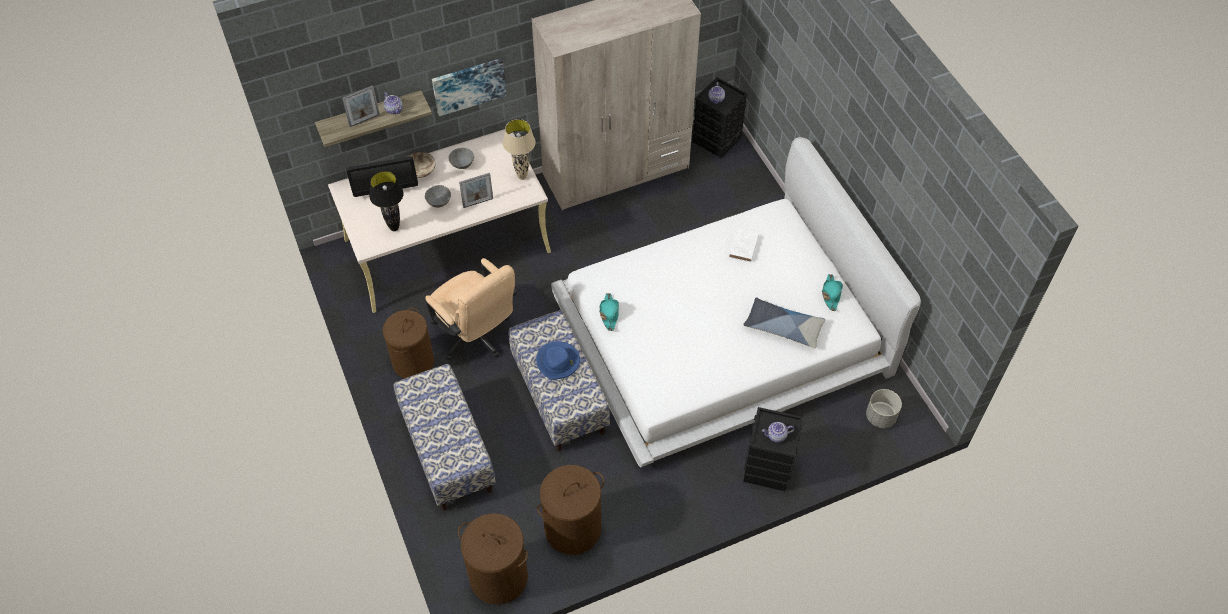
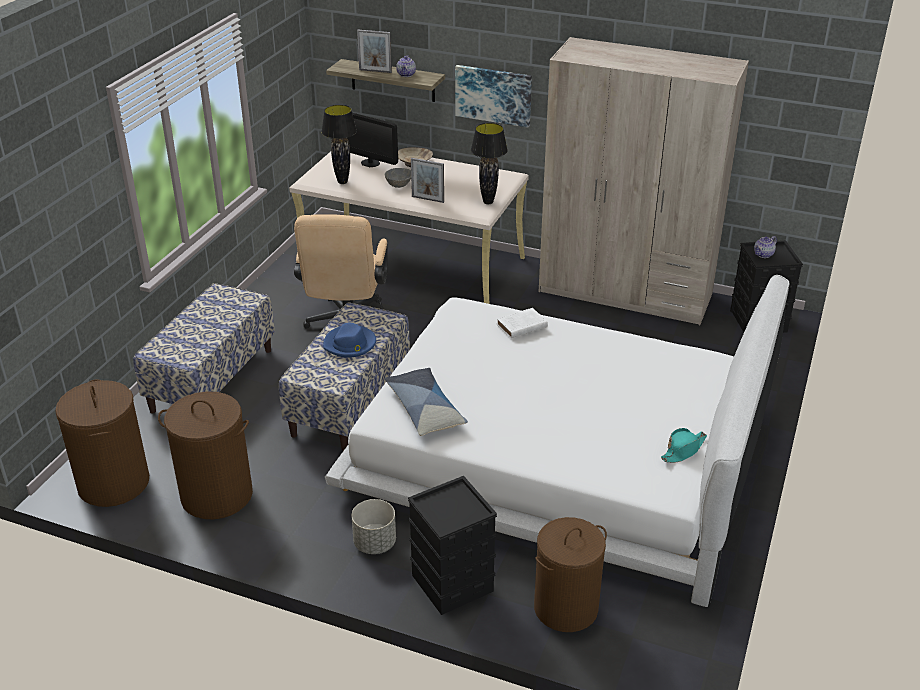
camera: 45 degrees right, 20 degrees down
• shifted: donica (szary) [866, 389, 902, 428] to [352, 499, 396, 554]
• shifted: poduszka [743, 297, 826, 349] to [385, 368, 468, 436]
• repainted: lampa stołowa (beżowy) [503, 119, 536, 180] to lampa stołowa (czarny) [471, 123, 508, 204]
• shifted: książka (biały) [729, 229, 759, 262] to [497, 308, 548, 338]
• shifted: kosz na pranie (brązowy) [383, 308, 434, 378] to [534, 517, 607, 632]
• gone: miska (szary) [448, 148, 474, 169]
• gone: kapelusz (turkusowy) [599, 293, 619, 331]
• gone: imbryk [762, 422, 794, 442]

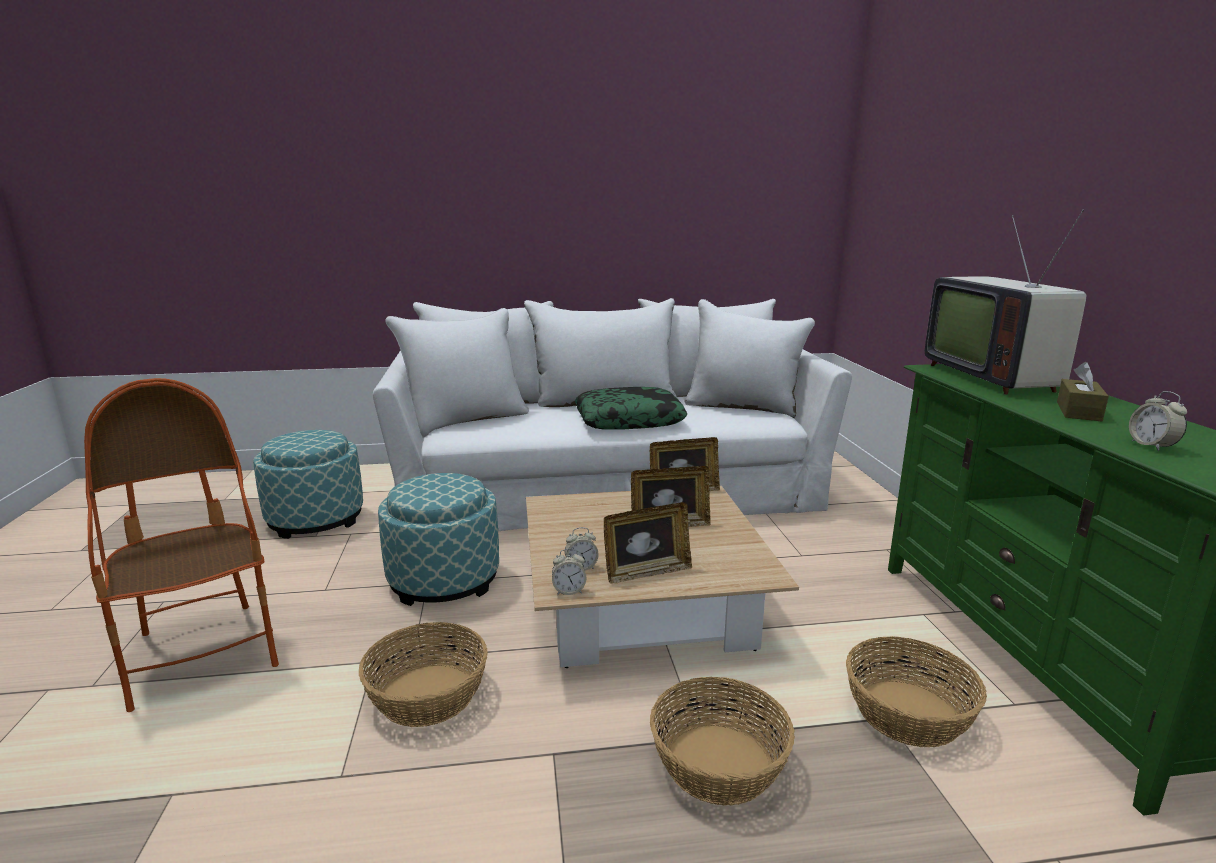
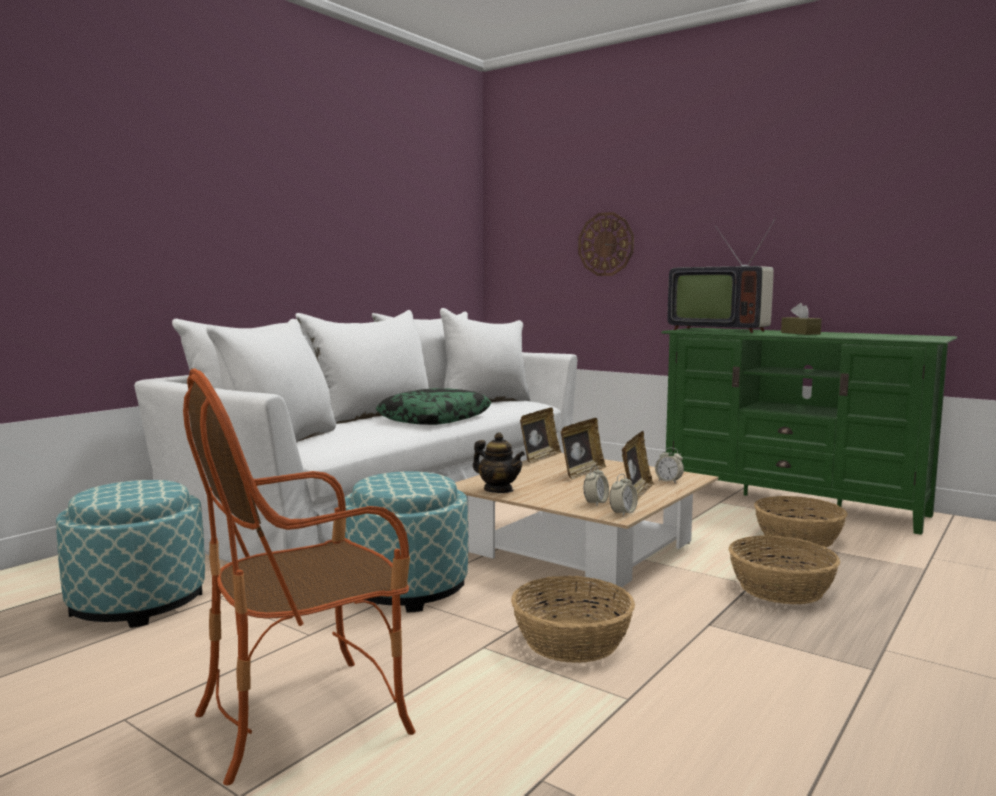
camera: 45 degrees left, 10 degrees down
• rotated: fotel [84, 378, 279, 712] = [183, 368, 416, 786] 45 degrees counterclockwise
• new: imbryk [473, 432, 525, 493]
• new: zegar ścienny [578, 212, 634, 276]
• shifted: budzik [1129, 391, 1187, 451] to [655, 448, 684, 483]

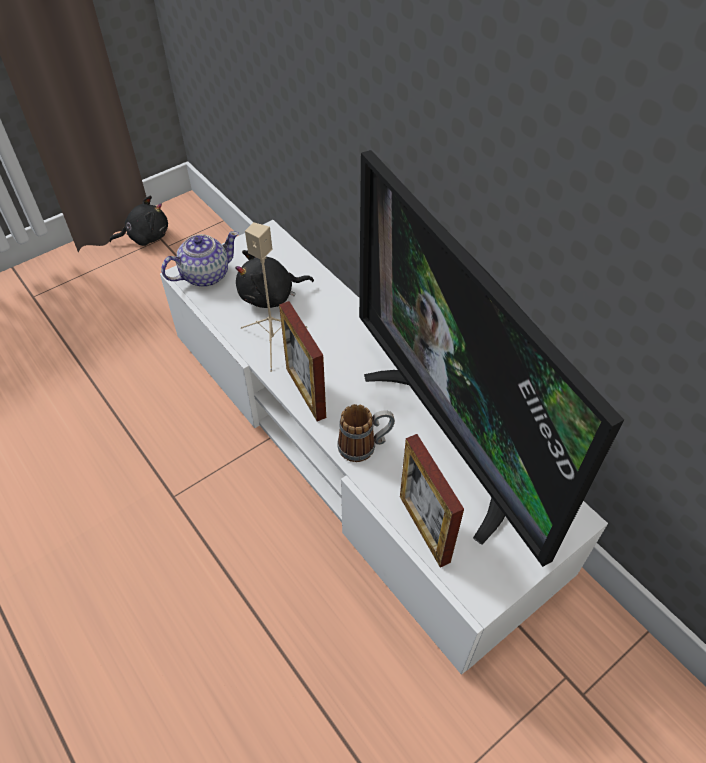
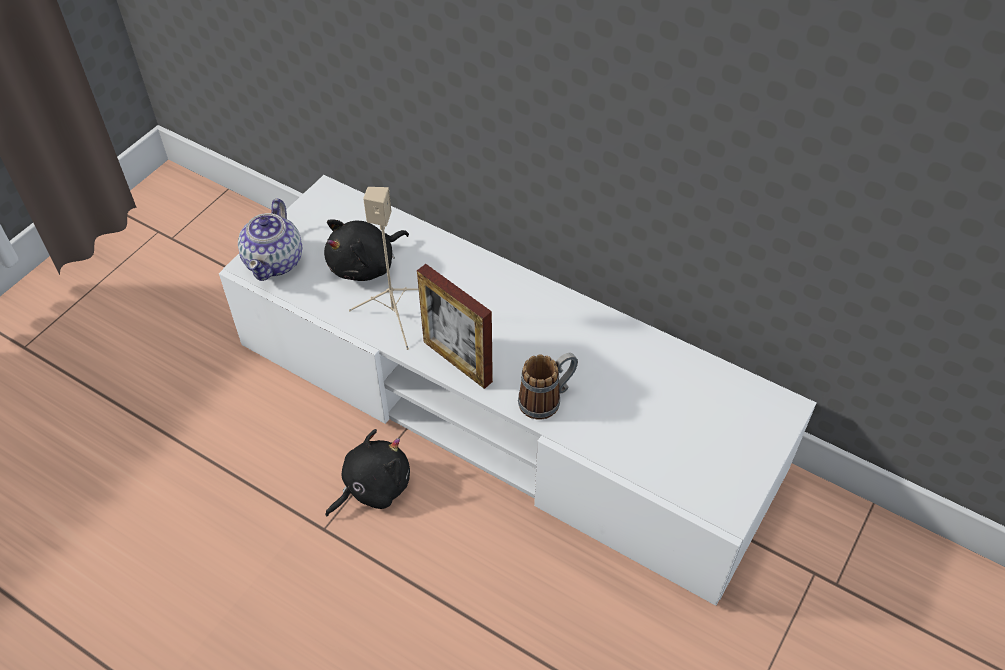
camera: 20 degrees left, 0 degrees up
• rotated: imbryk [161, 231, 239, 287] = [238, 199, 302, 281] 150 degrees clockwise
• shifted: pluszak (czarny) [109, 195, 168, 246] to [325, 429, 410, 517]
• gone: telewizor [359, 150, 624, 567]
• gone: ramka na zdjęcie [400, 434, 464, 567]

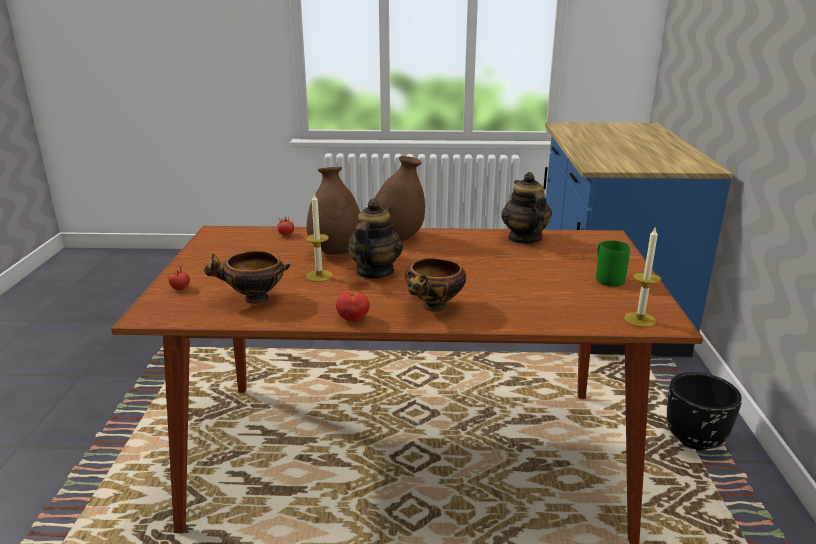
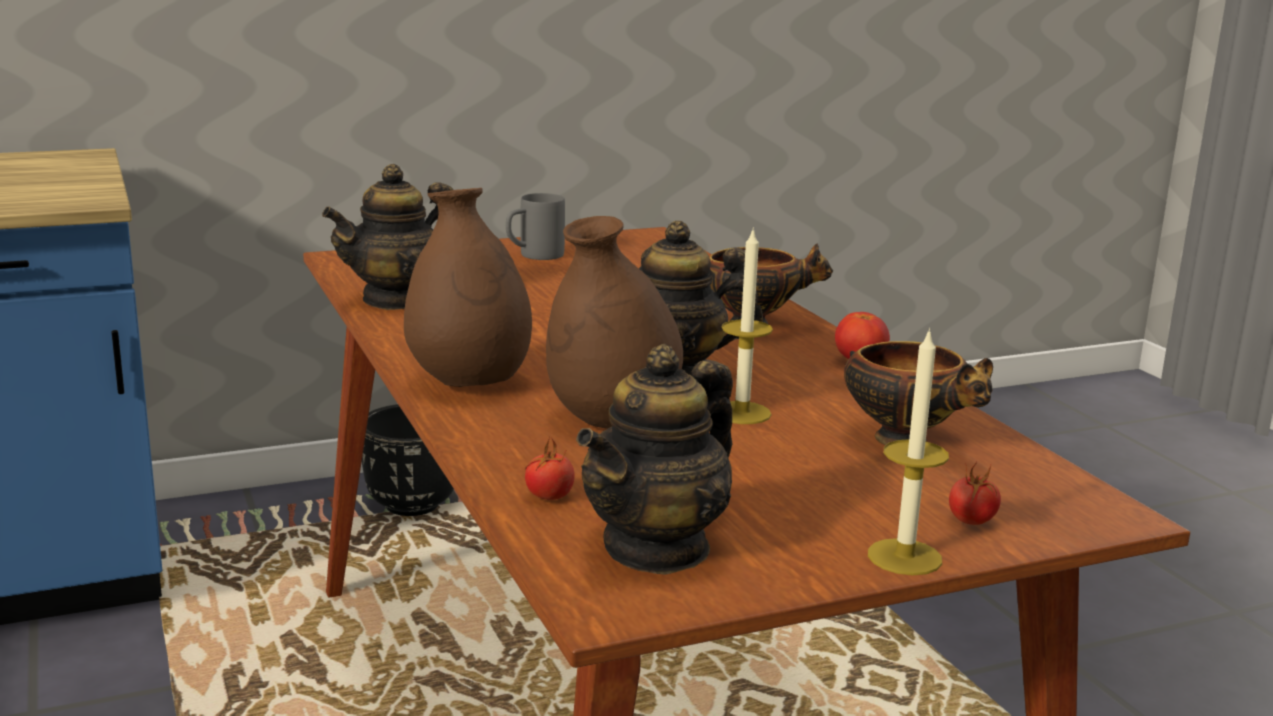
camera: 115 degrees left, 5 degrees down
• repainted: kubek (zielony) [596, 240, 630, 287] to kubek (szary) [506, 193, 565, 260]
• new: imbryk [576, 344, 733, 575]
• shifted: świeca [624, 228, 661, 327] to [868, 328, 949, 575]

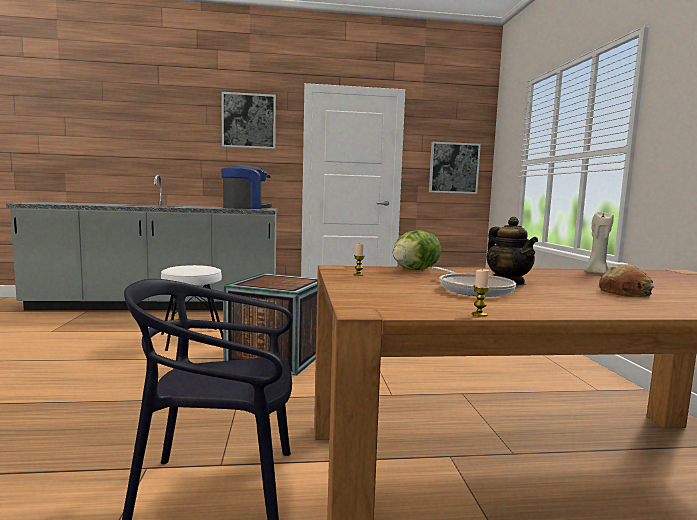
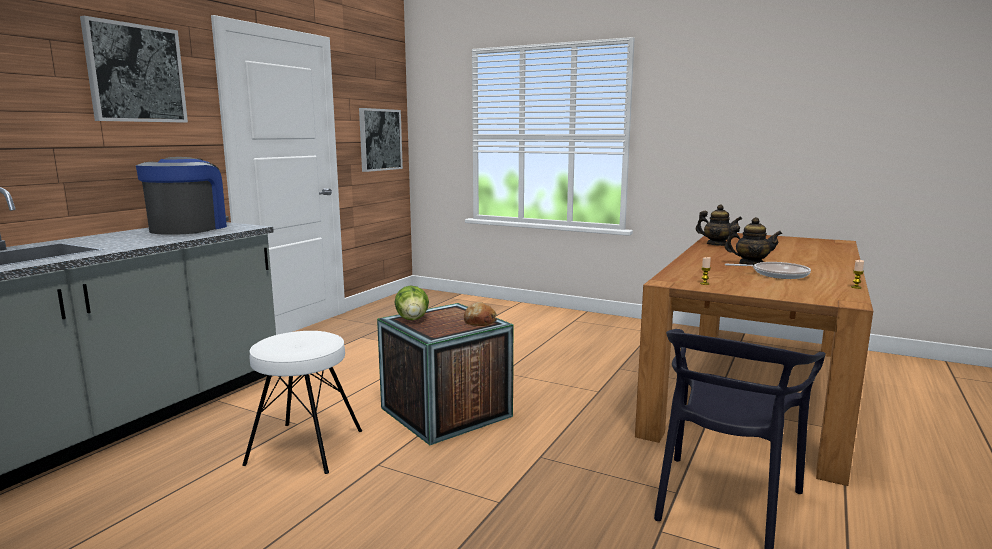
camera: 55 degrees left, 5 degrees up
• shifted: sałata [393, 230, 441, 270] to [394, 286, 429, 320]
• shifted: chleb [599, 264, 654, 297] to [464, 302, 497, 326]
• swapped: świeca (beżowy) [585, 212, 614, 274] to imbryk [696, 205, 742, 246]

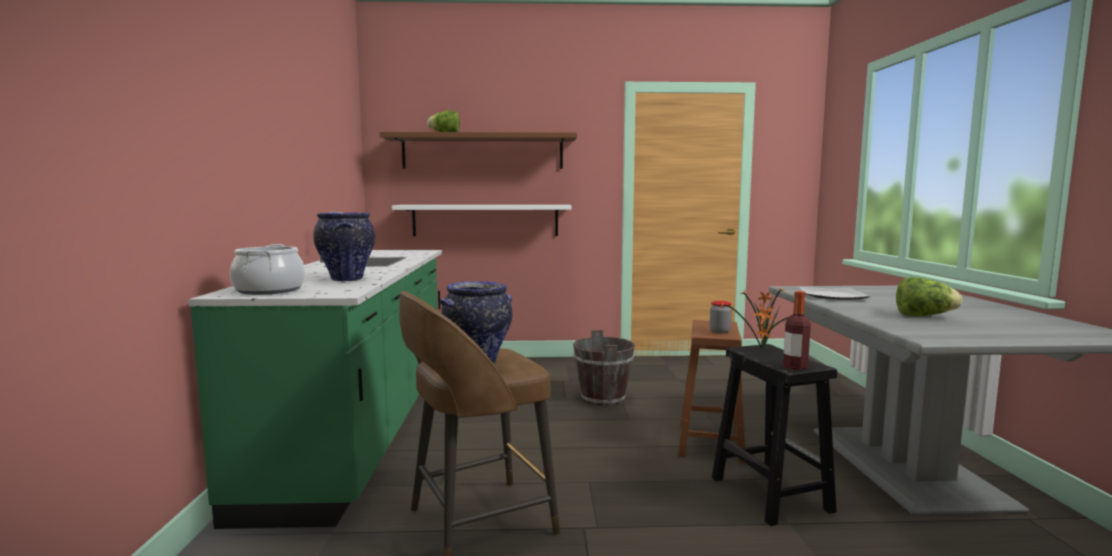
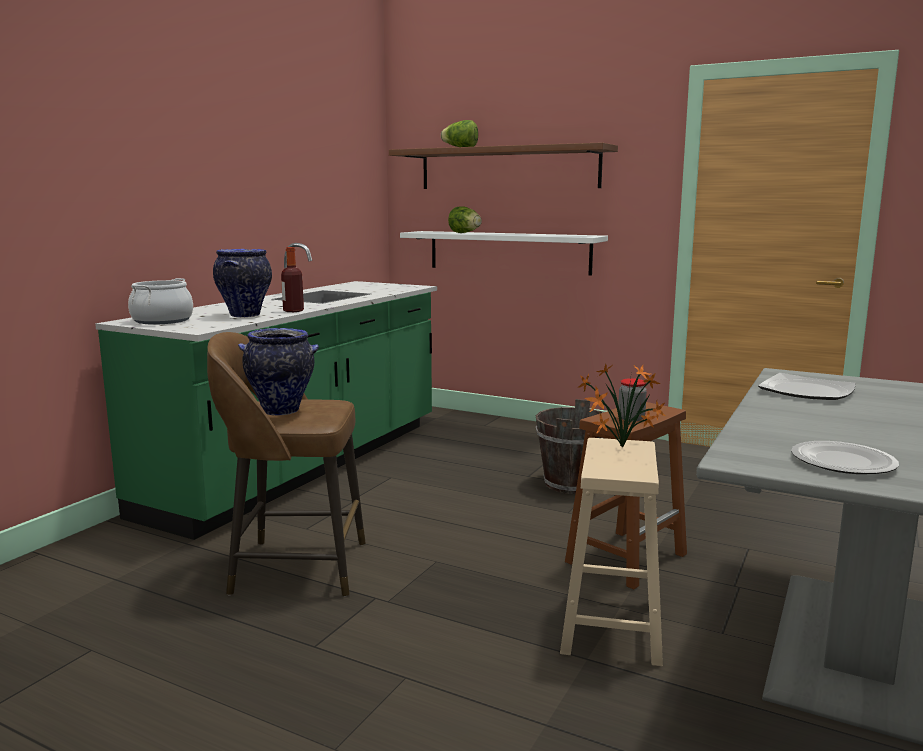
camera: 30 degrees right, 5 degrees up
• shifted: butelka [783, 291, 811, 370] to [281, 247, 304, 312]
• shifted: sałata [896, 277, 962, 317] to [448, 206, 482, 233]
• repainted: stołek (czarny) [712, 344, 837, 526] to stołek (beżowy) [560, 438, 663, 666]
• new: talerz [791, 441, 899, 474]

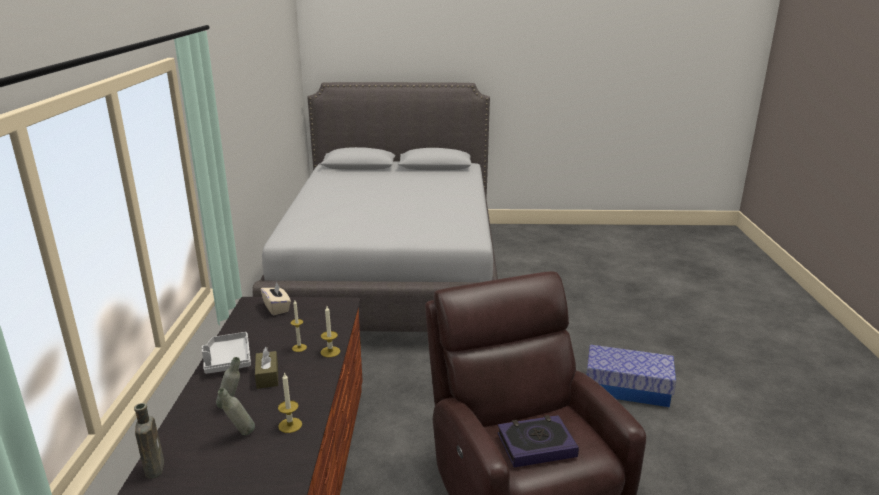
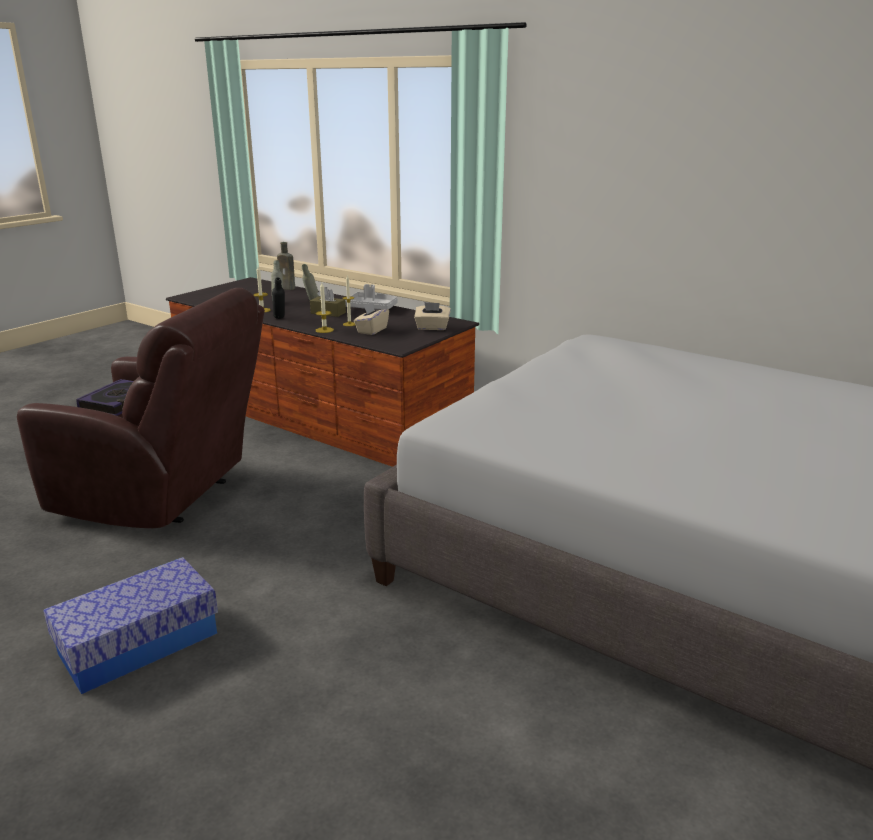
camera: 125 degrees right, 0 degrees up
• new: butelka (czarny) [272, 277, 285, 319]
• new: pudełko chusteczek (beżowy) [354, 302, 389, 335]

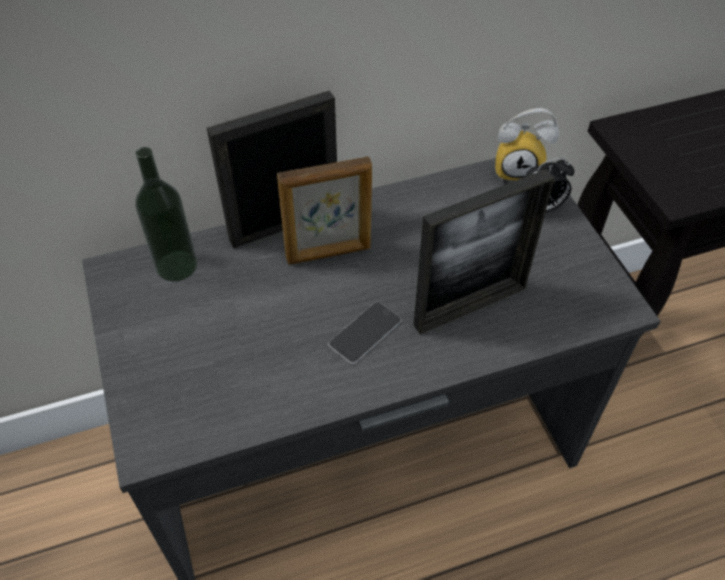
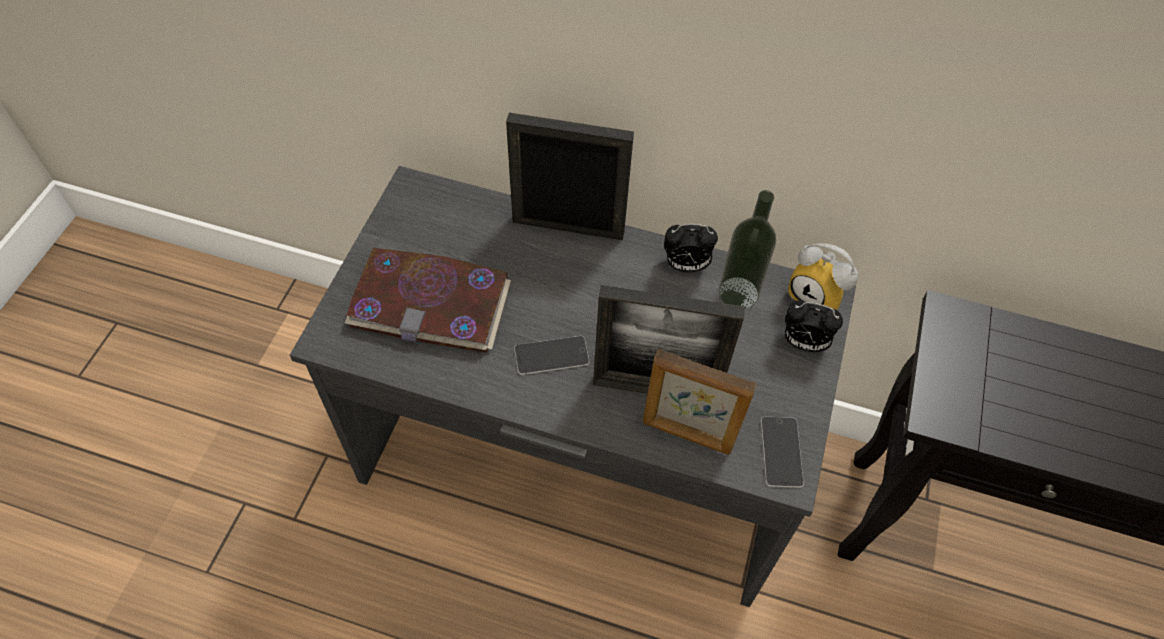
camera: 35 degrees right, 5 degrees up
• new: książka [345, 248, 511, 353]
• shifted: ramka na zdjęcie [277, 157, 372, 265] to [643, 349, 757, 455]
• new: budzik [664, 224, 718, 272]
• shifted: butelka [135, 147, 197, 282] to [719, 190, 776, 309]
• new: telefon [761, 417, 804, 488]

